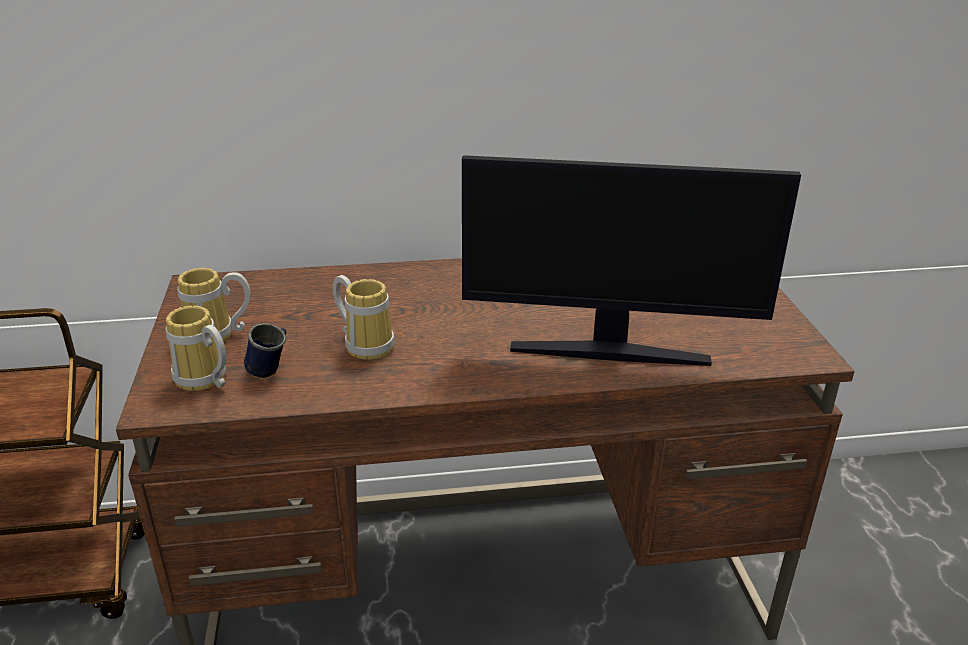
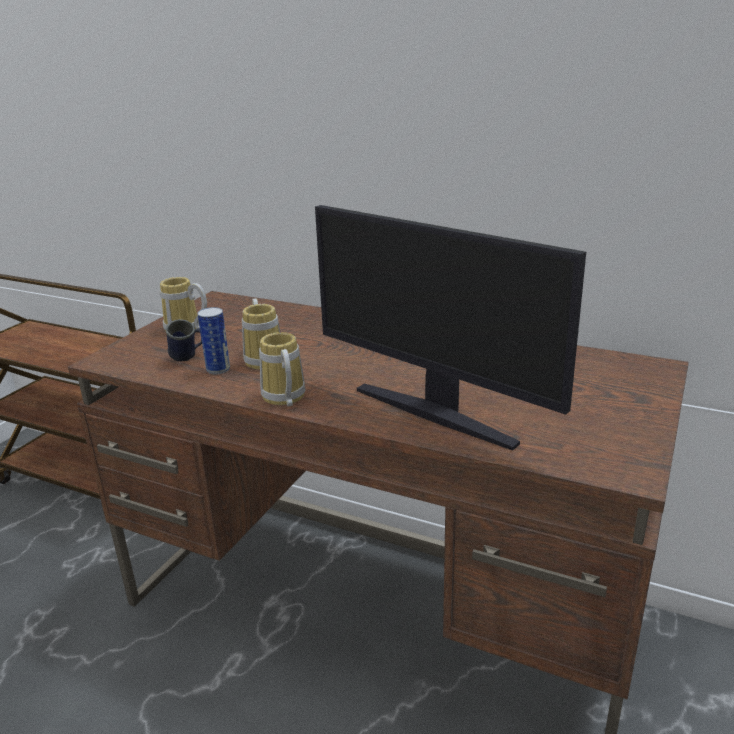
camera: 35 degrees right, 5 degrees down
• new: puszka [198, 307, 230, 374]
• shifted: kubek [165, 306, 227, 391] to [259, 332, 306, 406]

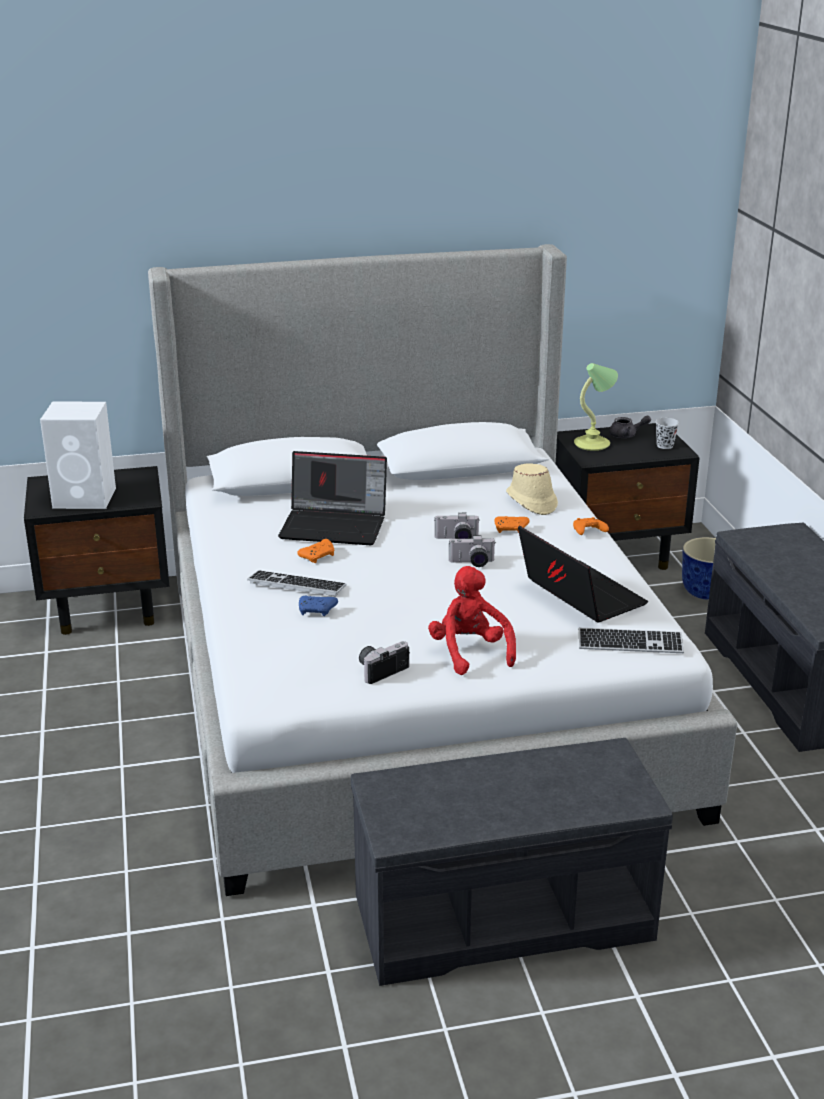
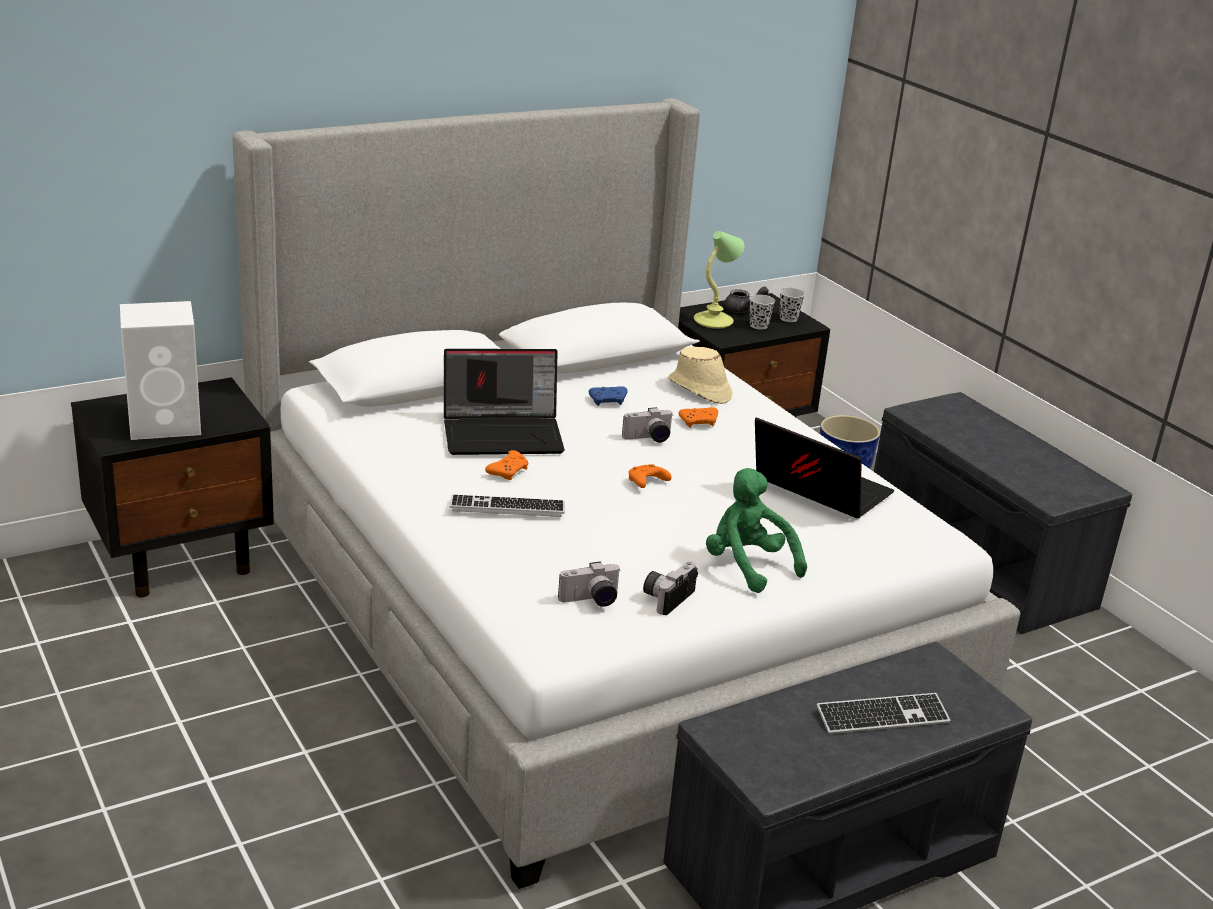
camera: 20 degrees left, 0 degrees up
• shifted: aparat fotograficzny [448, 535, 495, 567] to [558, 561, 621, 607]
• shifted: pad do gier (niebieski) [299, 596, 338, 616] to [589, 386, 628, 406]
• shifted: pad do gier (pomarańczowy) [573, 517, 609, 535] to [628, 464, 671, 488]
• repainted: pluszak (czerwony) [428, 566, 516, 675] to pluszak (zielony) [706, 468, 807, 593]
• new: filiżanka (czarny) [749, 294, 775, 330]
• shifted: klawiatura [579, 628, 684, 653] to [816, 693, 951, 734]

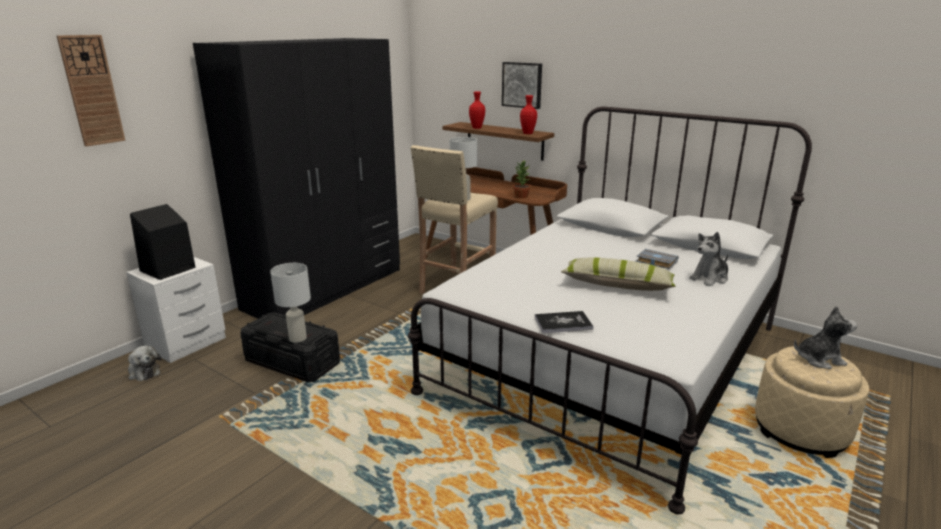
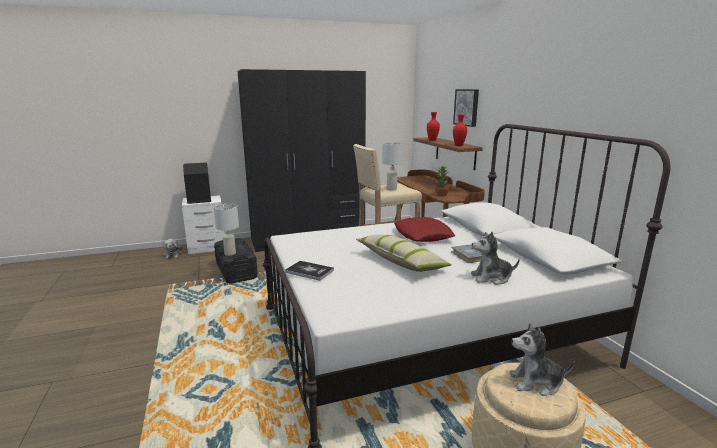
camera: 35 degrees right, 5 degrees down
• new: poduszka (czerwony) [394, 217, 455, 242]
• rotated: pluszak [794, 306, 857, 369] = [510, 323, 574, 396] 150 degrees clockwise
• gone: zegar ścienny [57, 35, 126, 147]

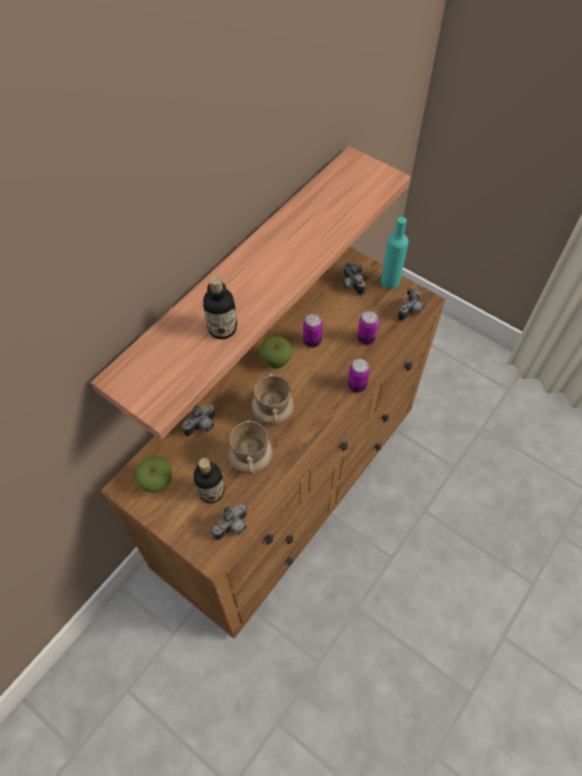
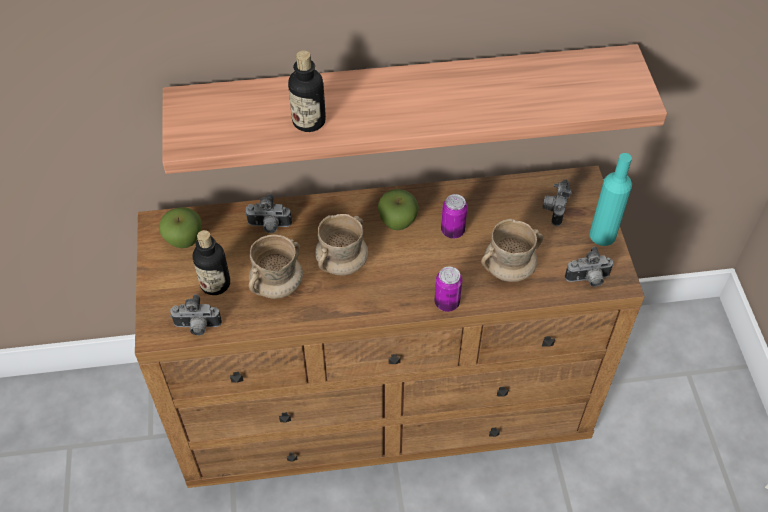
camera: 45 degrees right, 5 degrees down
• swapped: puszka [357, 311, 379, 345] to kubek (beżowy) [481, 219, 543, 282]

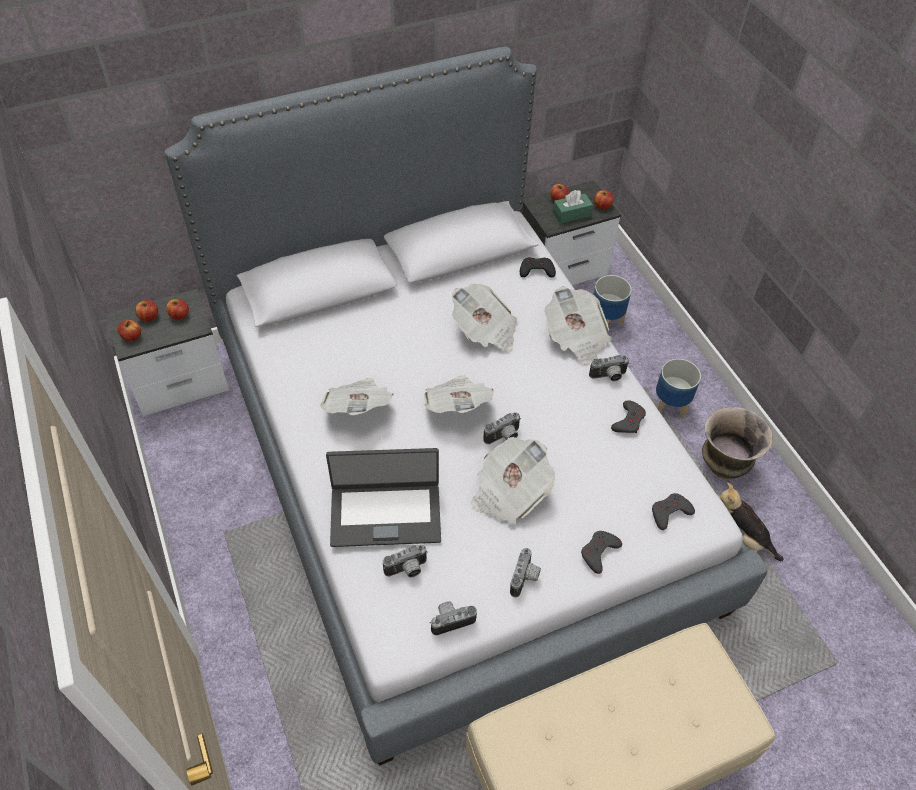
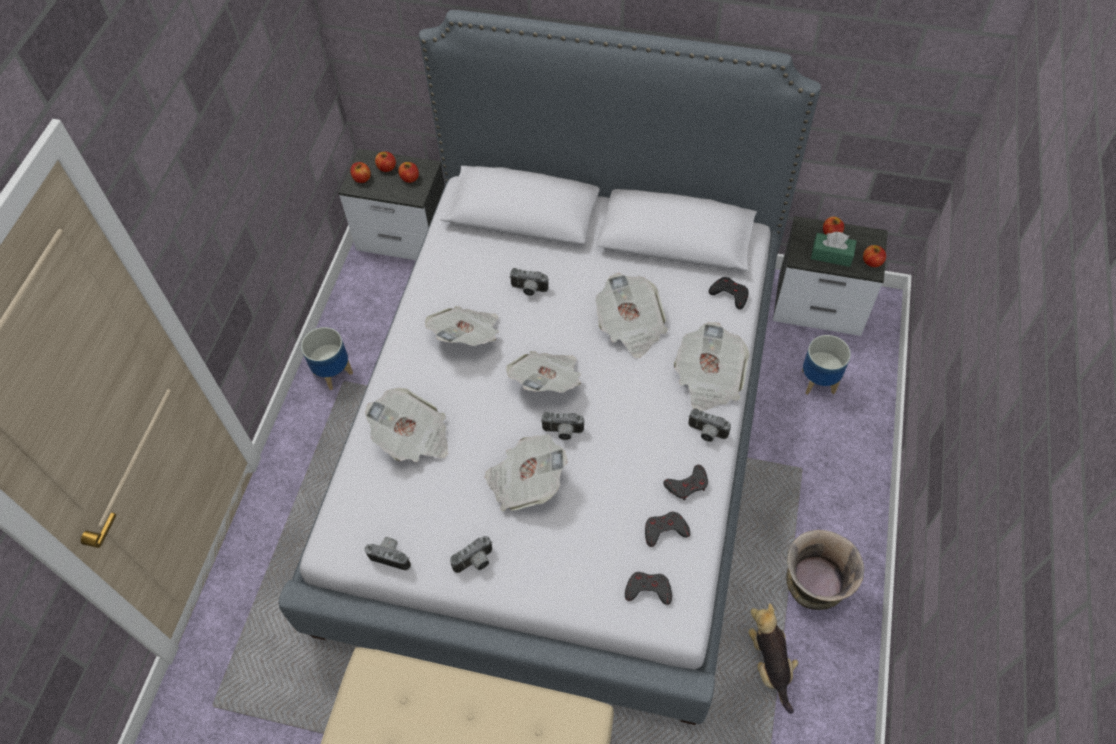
camera: 40 degrees right, 5 degrees up
• shifted: donica [656, 359, 701, 418] to [301, 327, 353, 390]
• swapped: laptop [326, 448, 441, 547] to gazeta [365, 388, 448, 462]
• shifted: aparat fotograficzny [383, 545, 428, 578] to [509, 268, 548, 296]
• shifted: pad do gier (szary) [581, 531, 622, 574] to [645, 512, 690, 547]

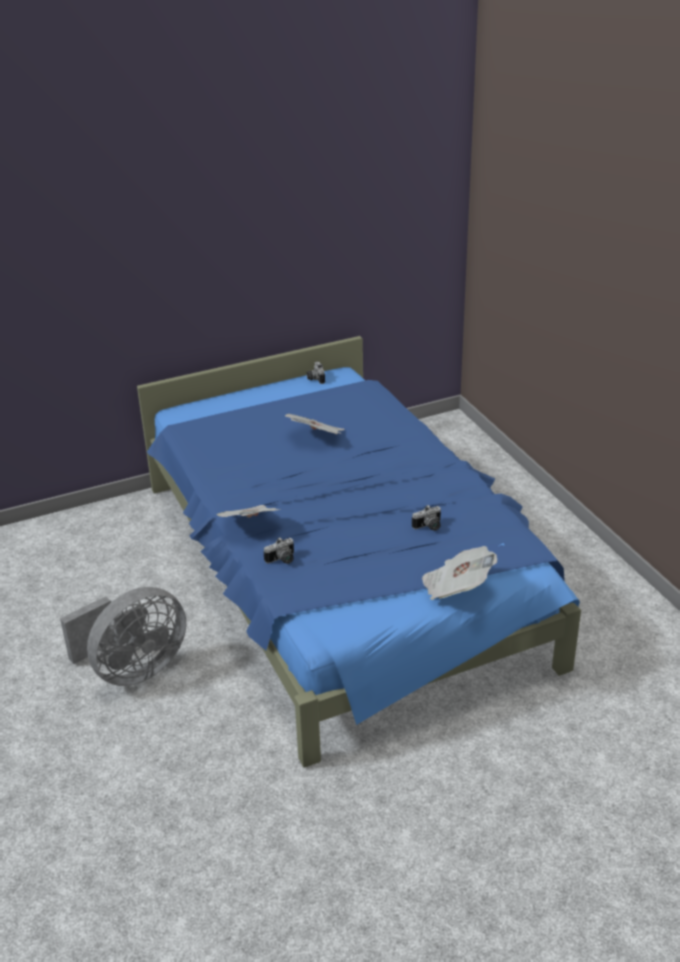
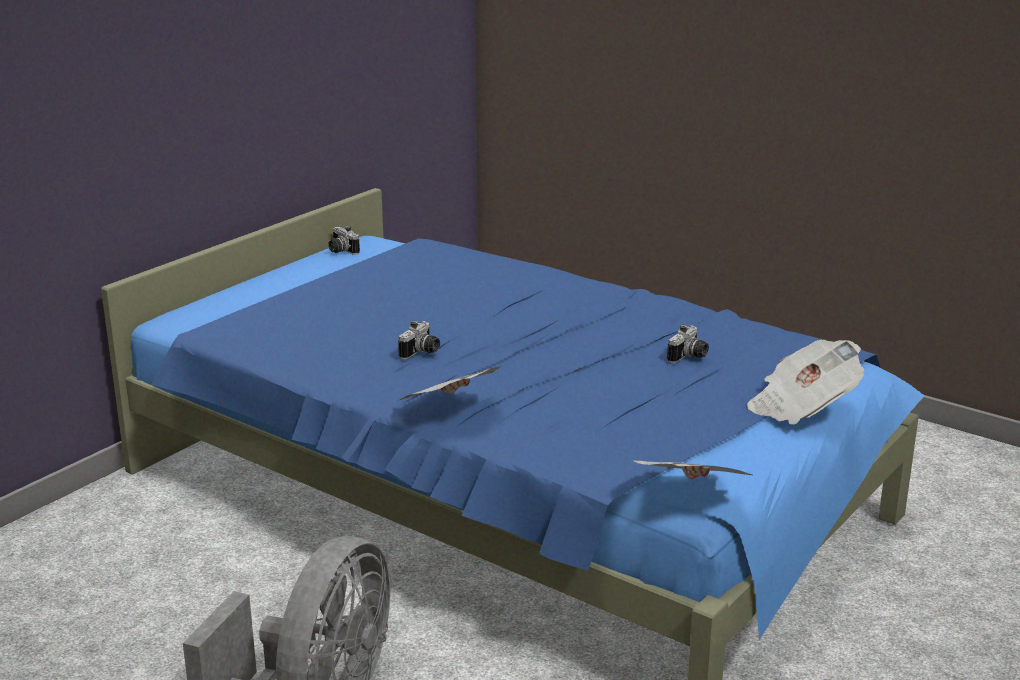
camera: 30 degrees left, 10 degrees down
• shifted: aparat fotograficzny [263, 538, 294, 564] to [398, 321, 440, 359]
• shifted: gazeta [285, 414, 345, 434] to [632, 460, 752, 479]

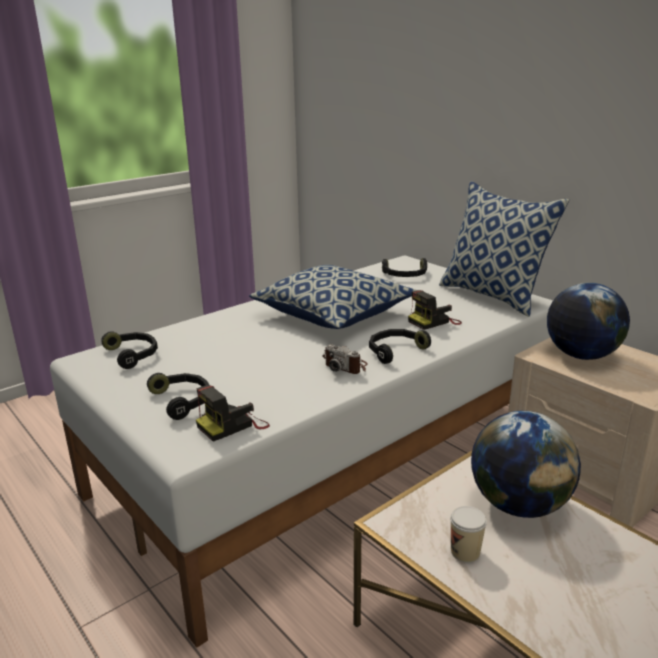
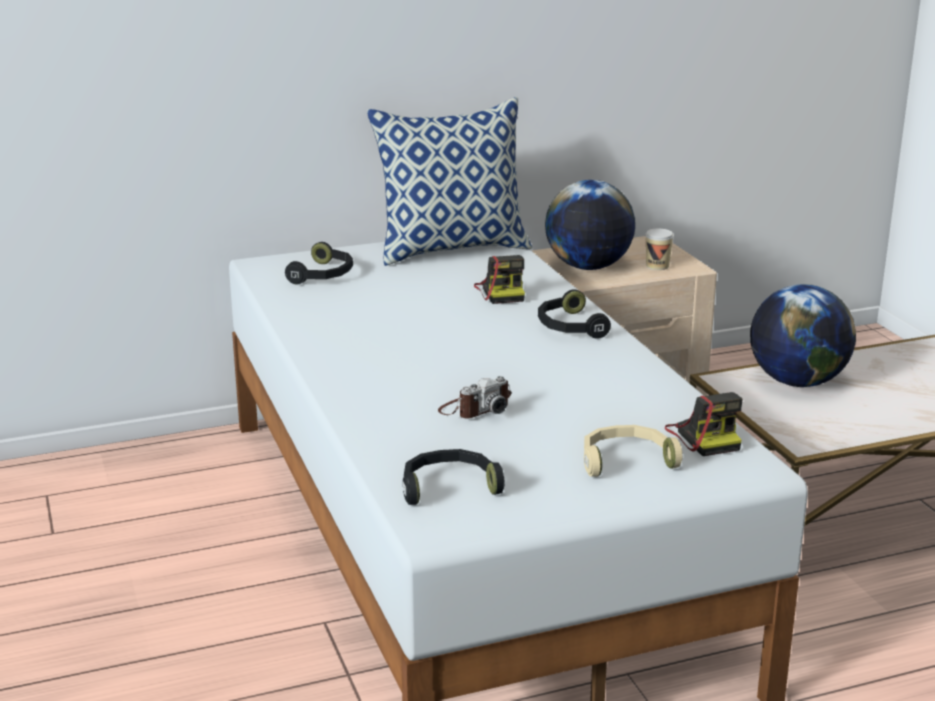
camera: 70 degrees left, 0 degrees up
• shifted: aparat fotograficzny [322, 344, 368, 374] to [438, 376, 511, 419]
• repainted: słuchawki (czarny) [147, 373, 209, 420] to słuchawki (beżowy) [584, 425, 682, 477]
• shifted: filiżanka [450, 506, 487, 562] to [645, 229, 674, 270]
• gone: poduszka [249, 265, 416, 329]

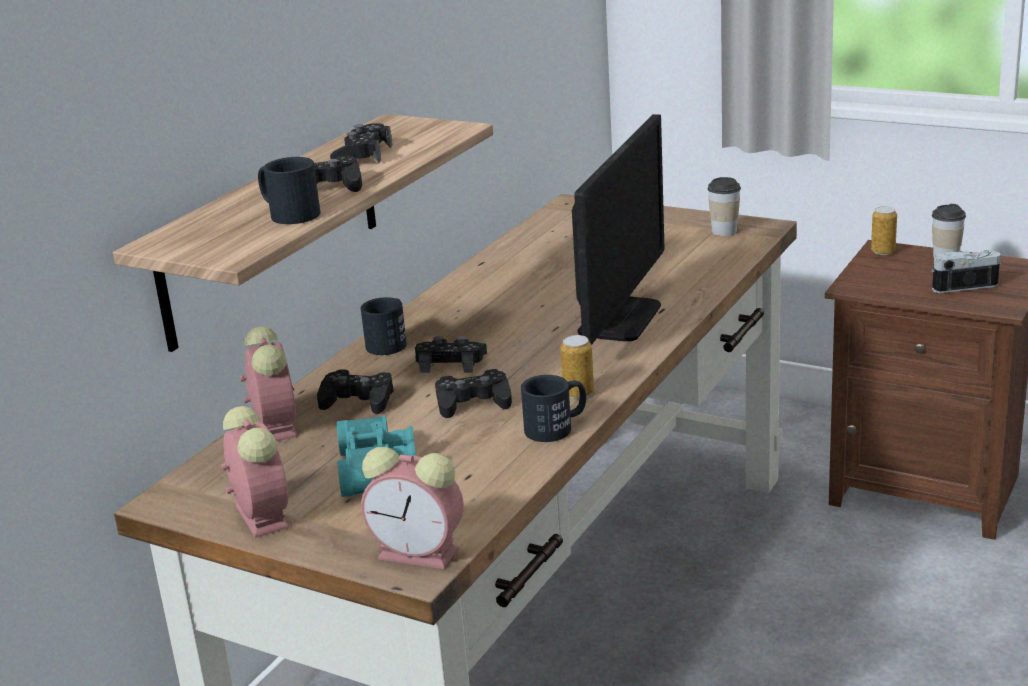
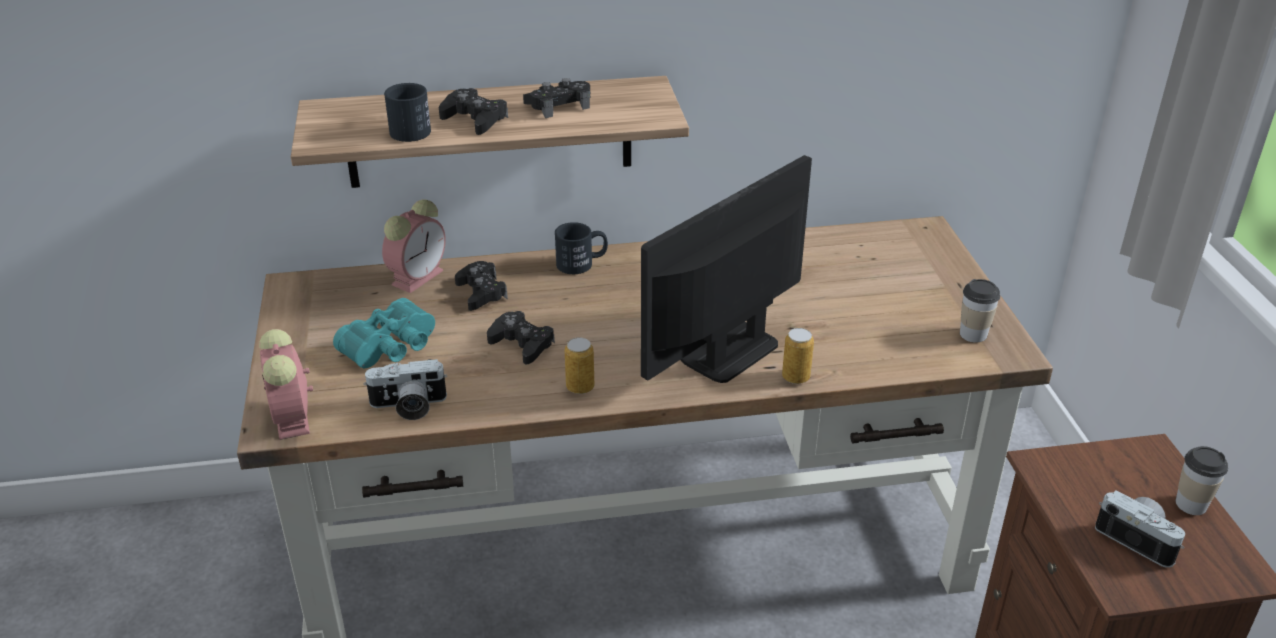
camera: 50 degrees right, 10 degrees up
• new: aparat fotograficzny [363, 359, 447, 420]
• rotated: monitor [572, 114, 664, 345] = [641, 155, 812, 383] 150 degrees clockwise
• shifted: puszka [871, 206, 897, 255] to [782, 328, 814, 384]
• gone: budzik [221, 406, 290, 538]
• gone: pad do gier (czarny) [415, 336, 487, 373]
• gone: kubek (czarny) [521, 375, 586, 442]

